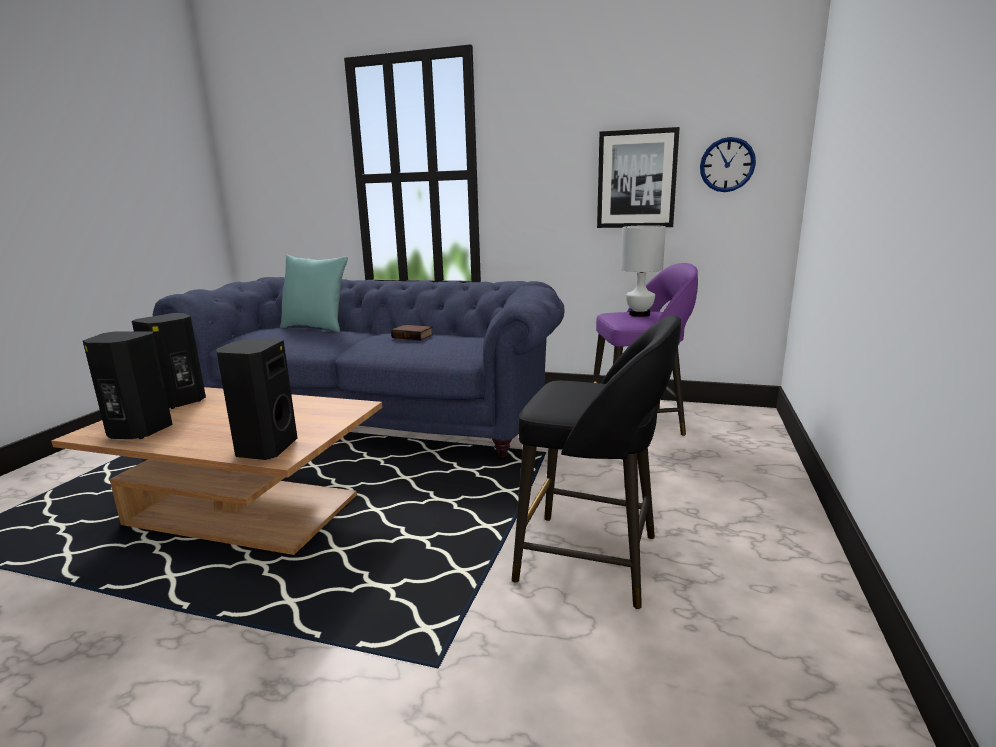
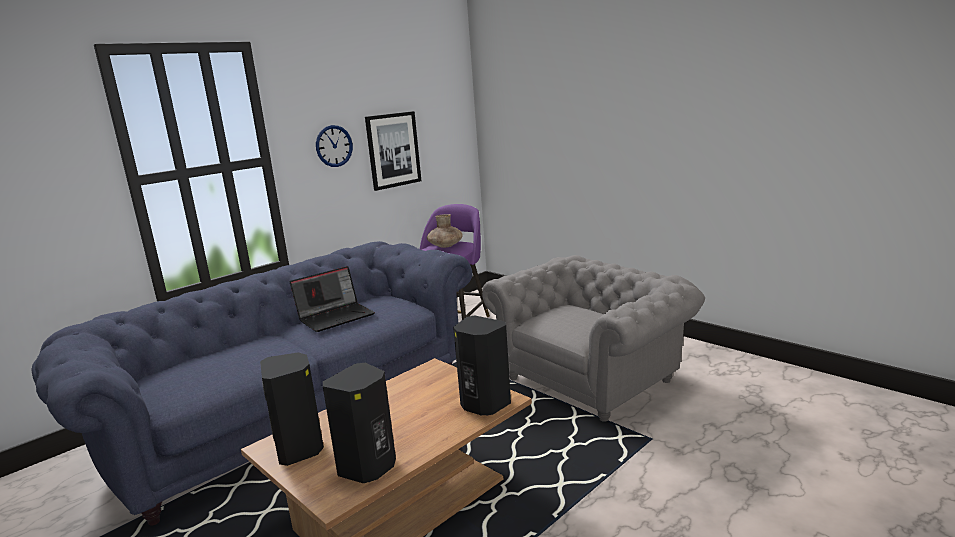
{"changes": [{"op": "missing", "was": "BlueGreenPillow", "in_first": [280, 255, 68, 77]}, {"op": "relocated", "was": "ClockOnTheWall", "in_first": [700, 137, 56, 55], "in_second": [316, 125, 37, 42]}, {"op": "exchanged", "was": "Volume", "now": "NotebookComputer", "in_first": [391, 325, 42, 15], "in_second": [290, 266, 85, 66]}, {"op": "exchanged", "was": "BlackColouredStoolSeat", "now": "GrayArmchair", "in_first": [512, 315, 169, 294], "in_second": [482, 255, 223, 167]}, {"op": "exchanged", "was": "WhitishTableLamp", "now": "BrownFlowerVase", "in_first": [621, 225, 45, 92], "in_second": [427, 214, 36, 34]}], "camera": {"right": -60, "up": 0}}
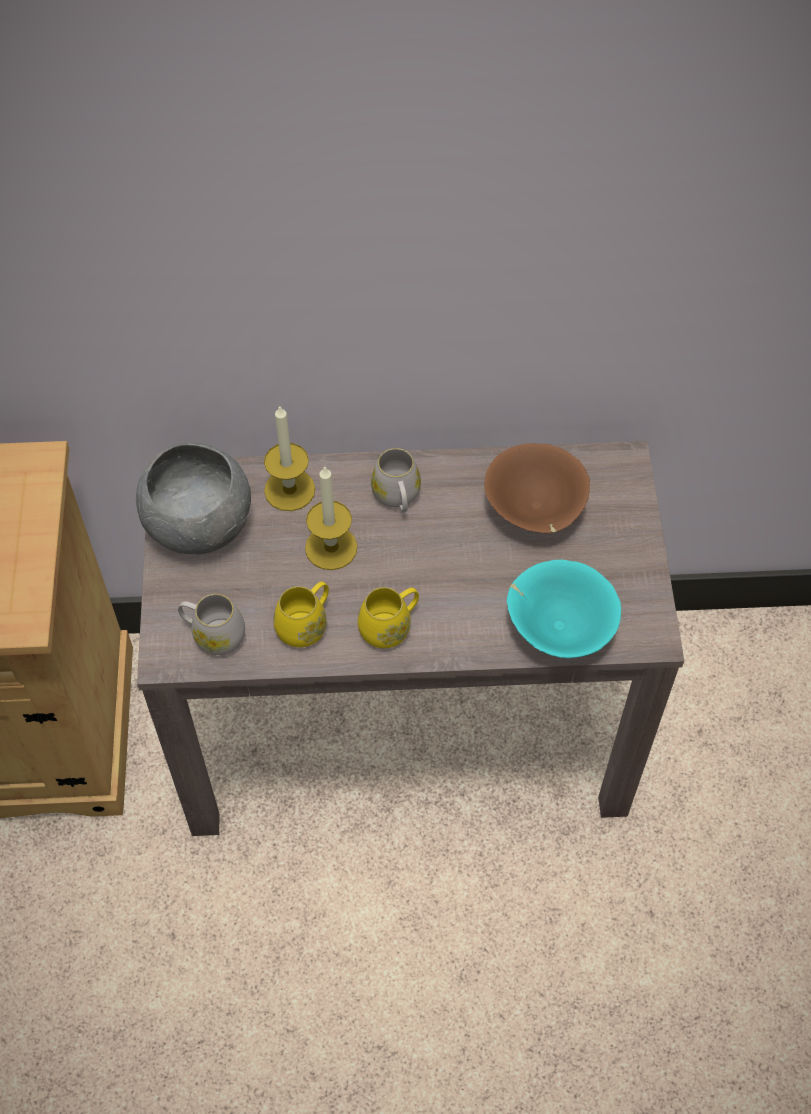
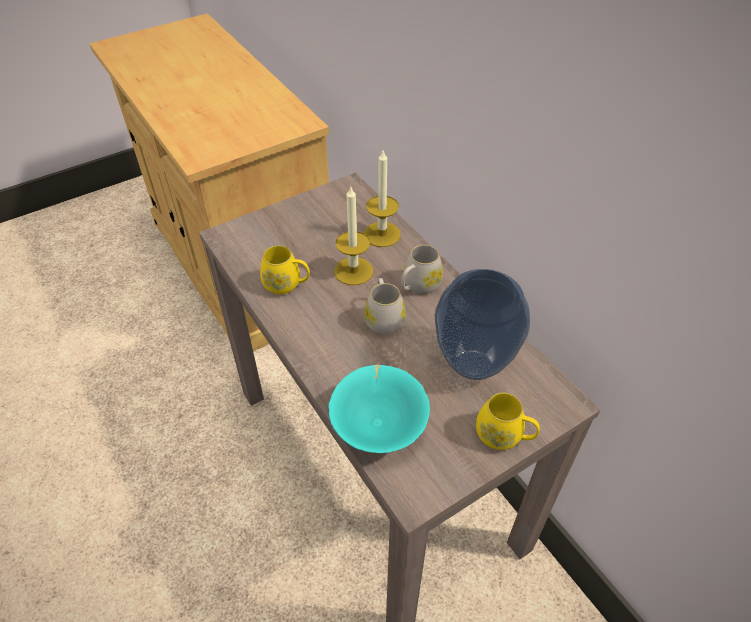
{"changes": [{"op": "missing", "was": "GrayDeepDish", "in_first": [136, 443, 115, 111]}, {"op": "relocated", "was": "WhitishMug", "in_first": [178, 594, 67, 61], "in_second": [364, 278, 42, 56]}, {"op": "relocated", "was": "YellowMug", "in_first": [358, 587, 61, 61], "in_second": [476, 392, 64, 58]}, {"op": "exchanged", "was": "BrownDeepDish", "now": "FlowerVase", "in_first": [485, 443, 105, 90], "in_second": [435, 269, 95, 111]}], "camera": {"right": 60, "up": -10}}
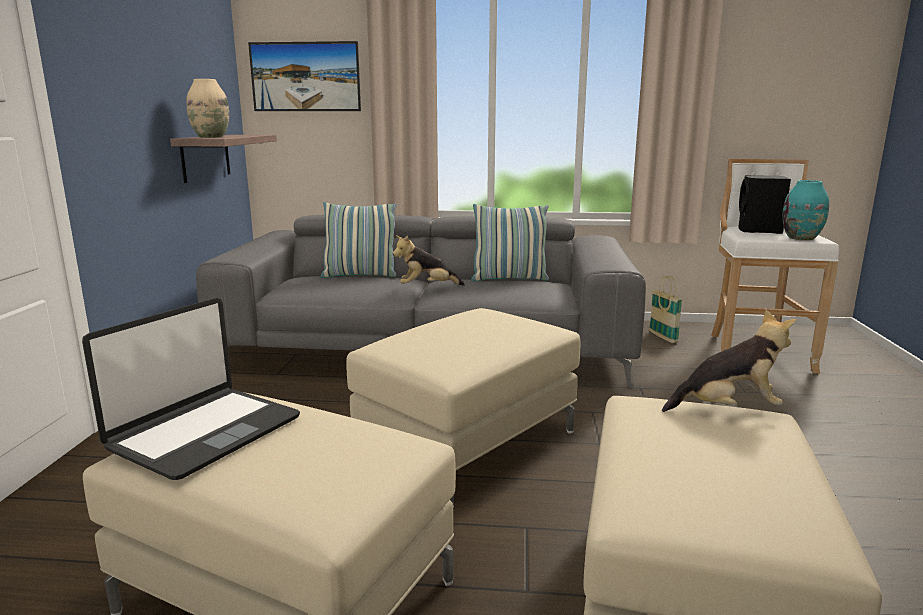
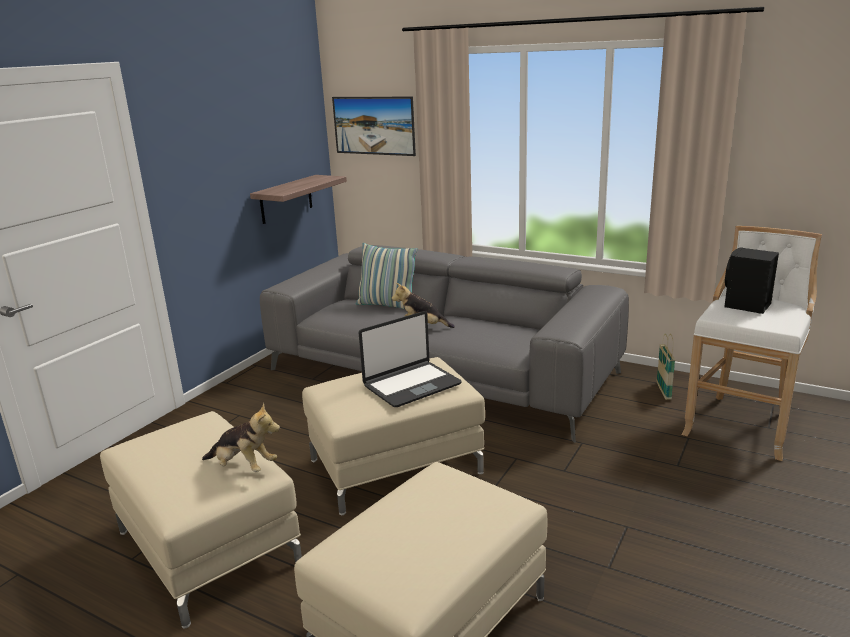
{"changes": [{"op": "missing", "was": "SandColouredFlowerVase", "in_first": [187, 79, 42, 59]}, {"op": "missing", "was": "Pillow", "in_first": [471, 204, 78, 77]}, {"op": "missing", "was": "BlueGreenFlowerVase", "in_first": [782, 180, 47, 60]}, {"op": "relocated", "was": "NotebookComputer", "in_first": [82, 298, 218, 182], "in_second": [359, 311, 103, 96]}, {"op": "relocated", "was": "CuddlyToy", "in_first": [662, 310, 134, 102], "in_second": [202, 403, 78, 69]}], "camera": {"right": 25, "up": 5}}
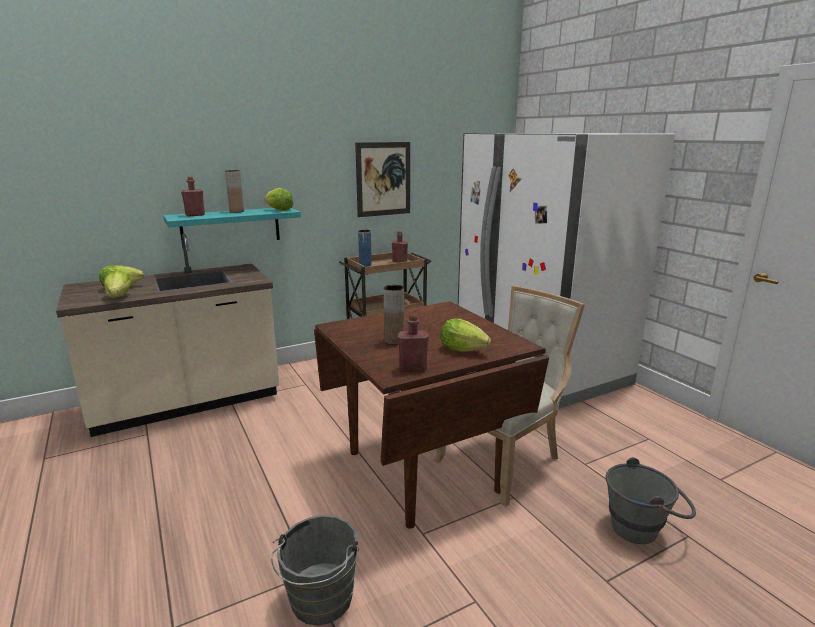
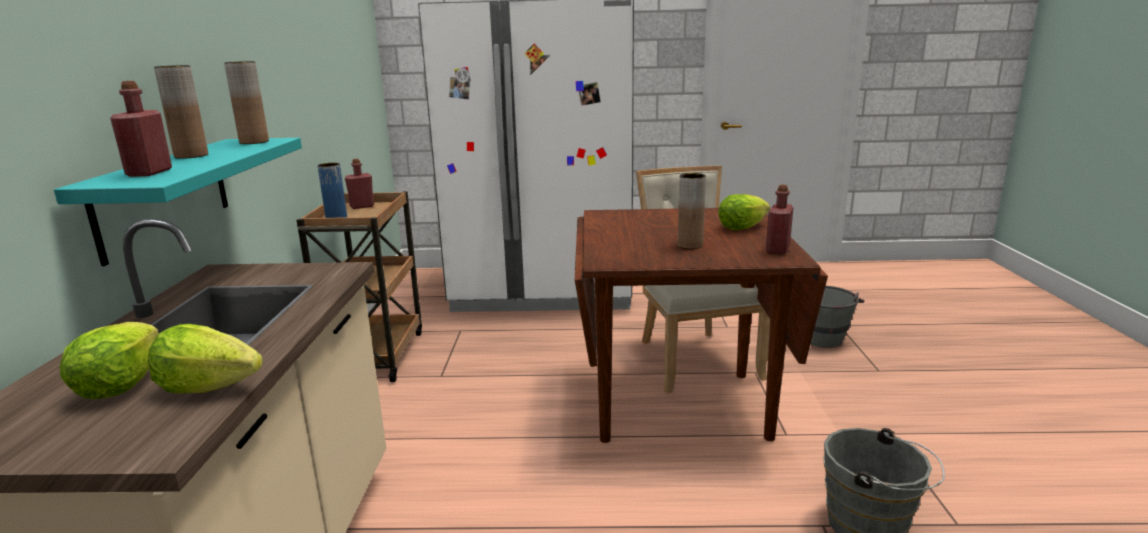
{"changes": [{"op": "missing", "was": "WallPicture", "in_first": [355, 142, 55, 75]}, {"op": "exchanged", "was": "Lettuce", "now": "BrownFlowerVase", "in_first": [264, 188, 29, 23], "in_second": [224, 61, 45, 83]}], "camera": {"right": -60, "up": 0}}
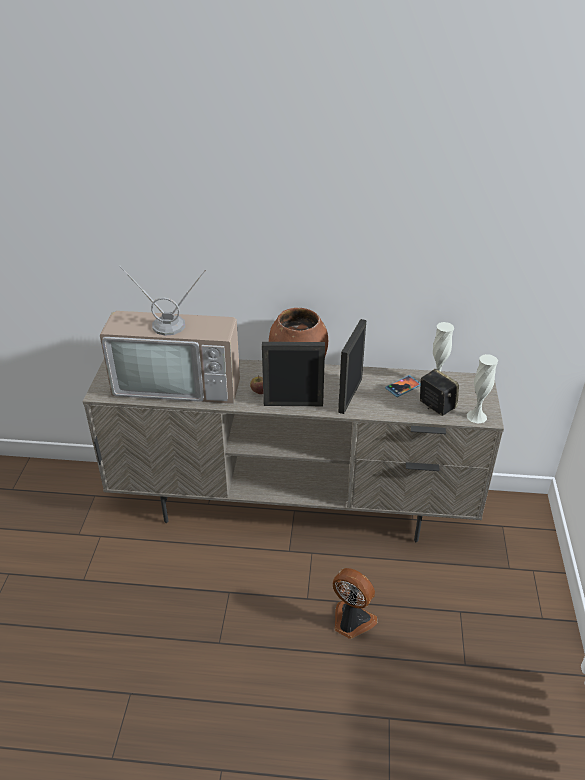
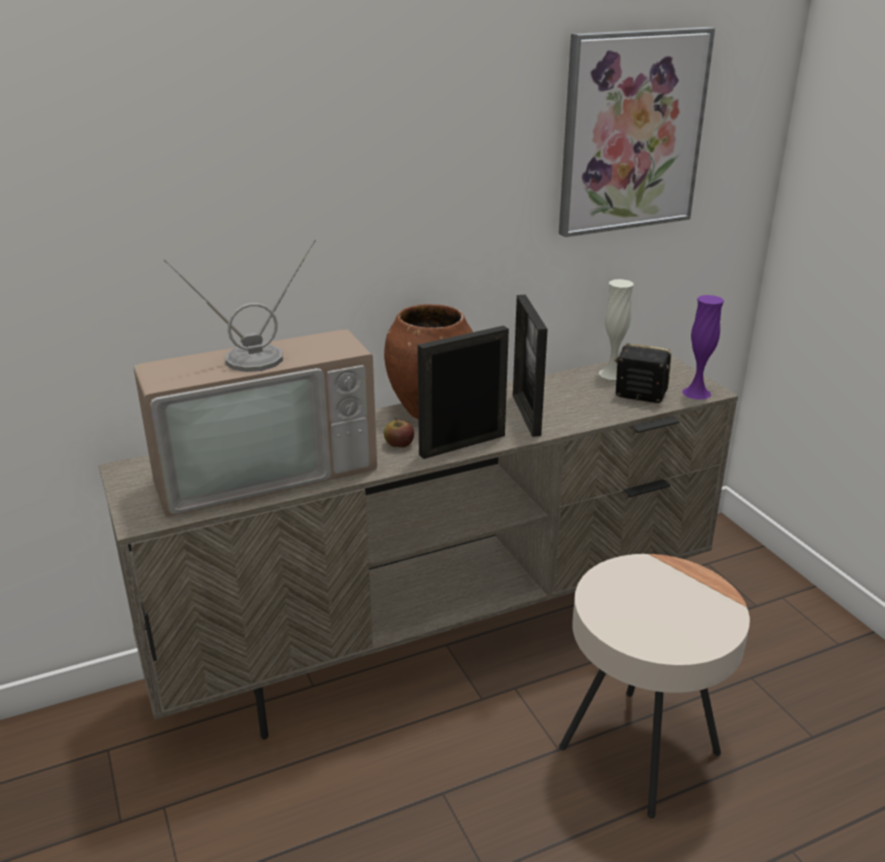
{"changes": [{"op": "missing", "was": "Handset", "in_first": [385, 375, 36, 22]}, {"op": "appeared", "now": "WallPicture", "in_second": [559, 27, 156, 210]}, {"op": "exchanged", "was": "CoolingFan", "now": "SandColouredSideTable", "in_first": [333, 568, 44, 71], "in_second": [559, 554, 191, 264]}, {"op": "colour", "was": "WhitishFlowerVase", "now": "PurpleFlowerVase", "in_first": [467, 354, 31, 69], "in_second": [683, 295, 41, 105]}], "camera": {"right": -30, "up": -10}}
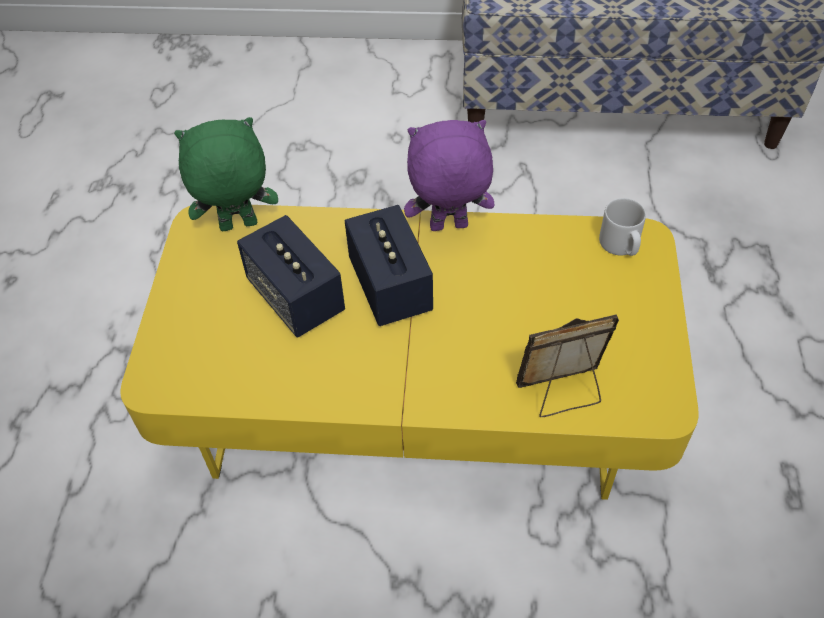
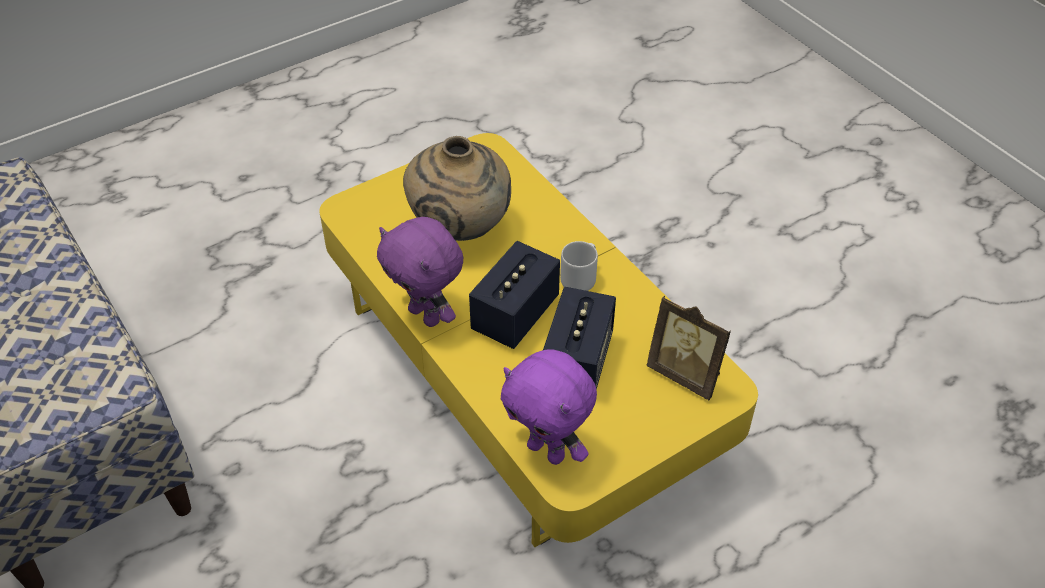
{"changes": [{"op": "appeared", "now": "SandColouredFlowerVase", "in_second": [403, 136, 108, 105]}, {"op": "relocated", "was": "PhotoFrame", "in_first": [516, 314, 103, 103], "in_second": [646, 295, 85, 105]}, {"op": "relocated", "was": "GrayMug", "in_first": [599, 198, 47, 58], "in_second": [560, 241, 38, 50]}, {"op": "colour", "was": "GreenColouredCuddlyToy", "now": "PurpleCuddlyToy", "in_first": [174, 117, 104, 114], "in_second": [501, 349, 96, 116]}], "camera": {"right": -130, "up": -5}}
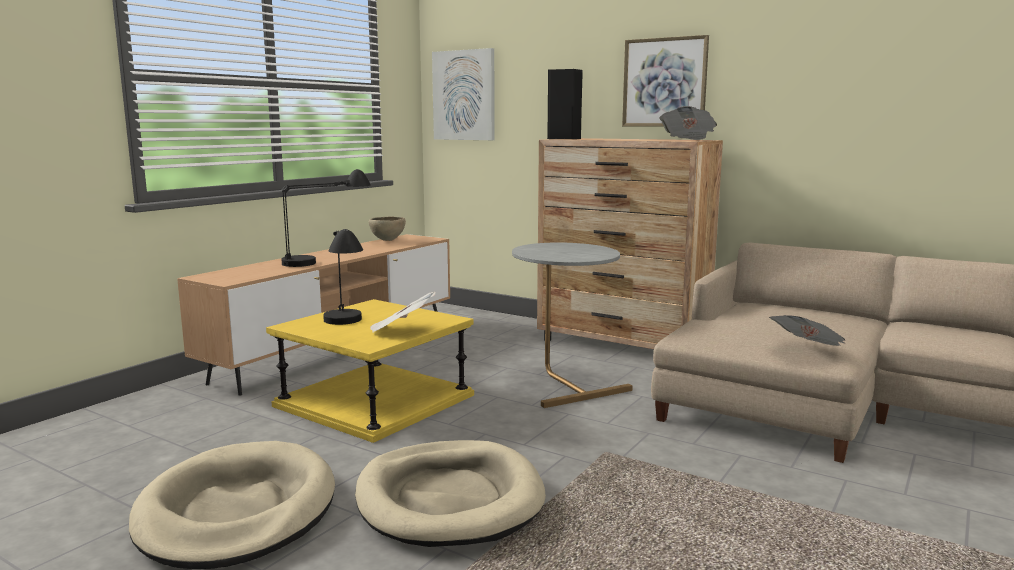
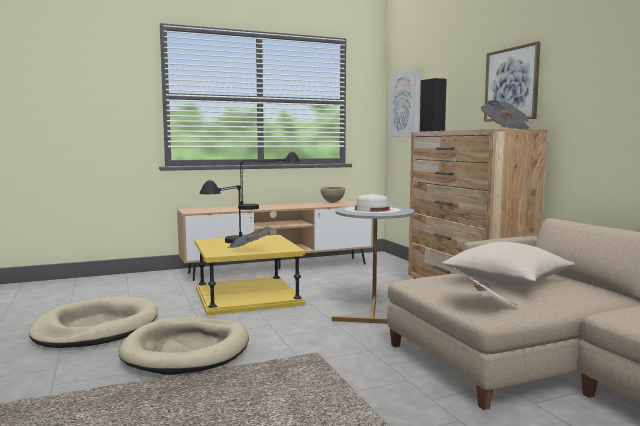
{"changes": [{"op": "appeared", "now": "WhitishHat", "in_second": [344, 194, 57, 20]}, {"op": "appeared", "now": "SandColouredPillow", "in_second": [442, 242, 133, 44]}], "camera": {"right": 35, "up": -5}}
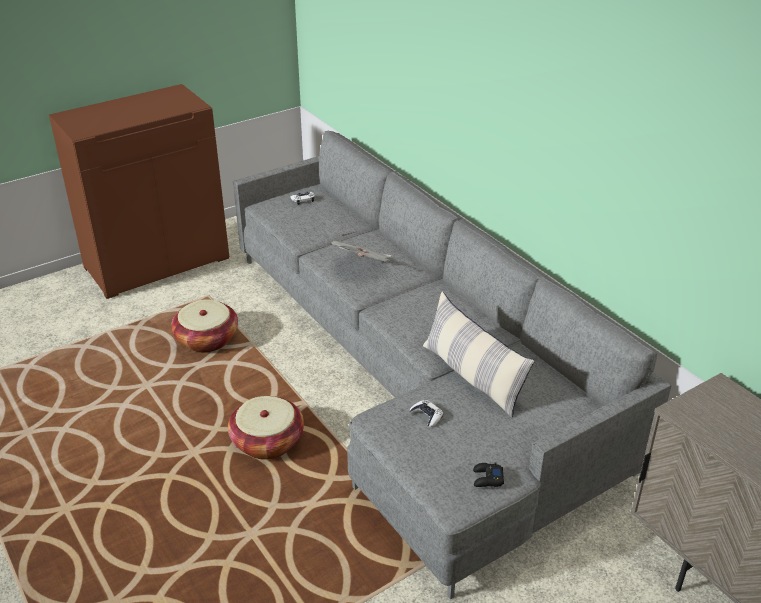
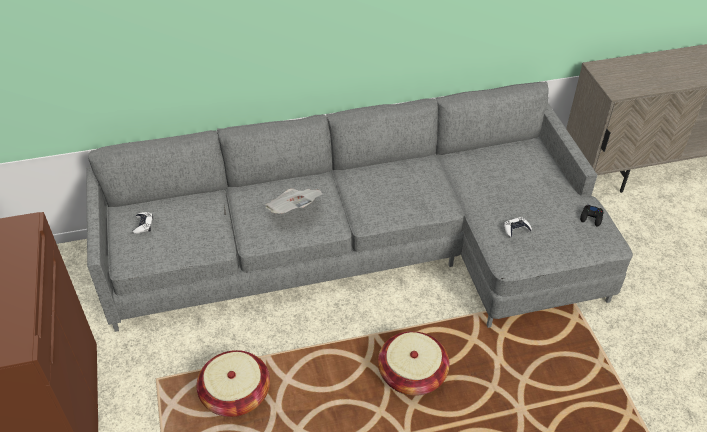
{"changes": [{"op": "missing", "was": "Pillow", "in_first": [423, 291, 112, 127]}], "camera": {"right": -70, "up": 10}}
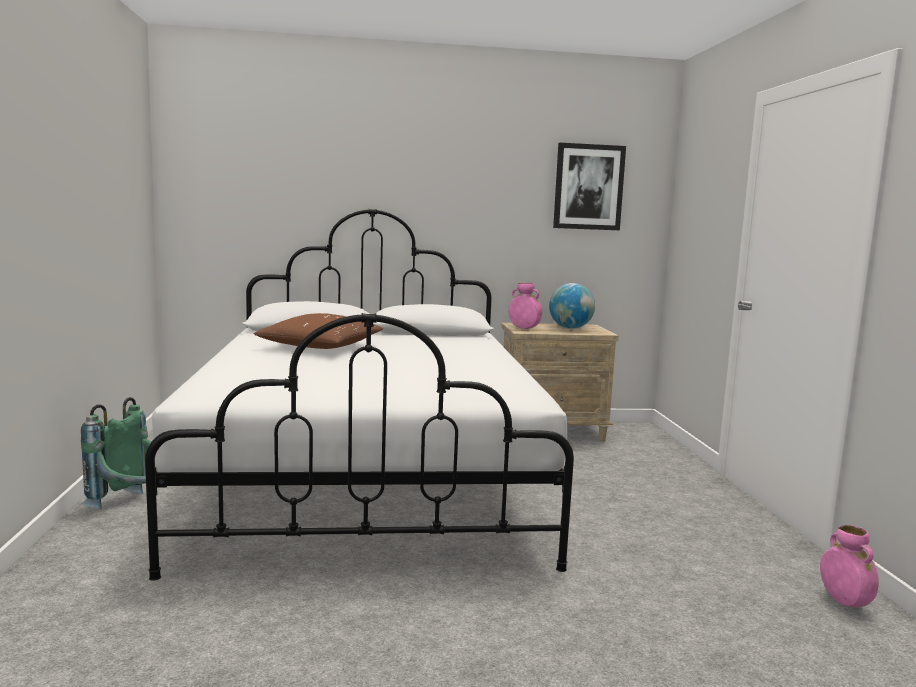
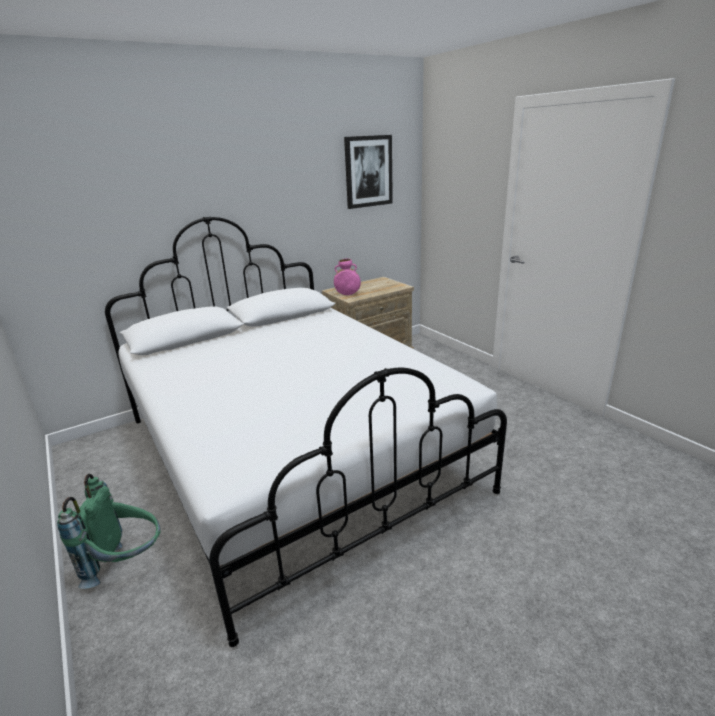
{"changes": [{"op": "missing", "was": "BrownPillow", "in_first": [254, 313, 129, 36]}, {"op": "missing", "was": "WorldGlobe", "in_first": [549, 283, 46, 46]}, {"op": "missing", "was": "PinkColouredFlowerVase", "in_first": [820, 525, 59, 83]}], "camera": {"right": -25, "up": 15}}
